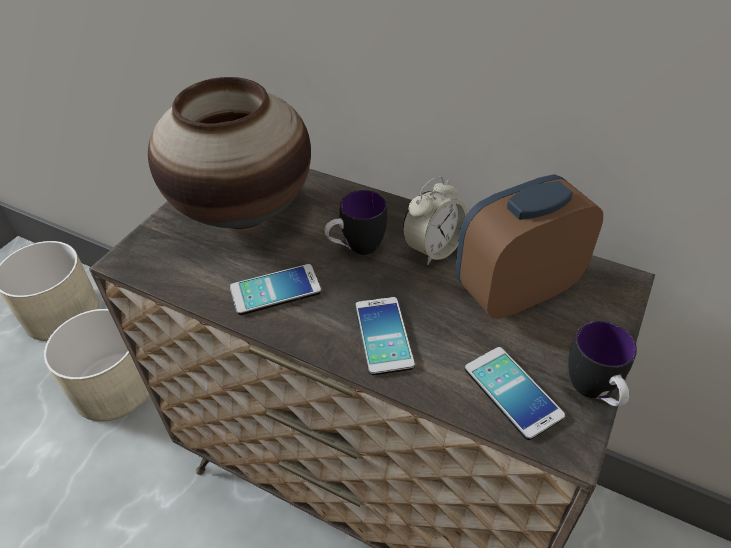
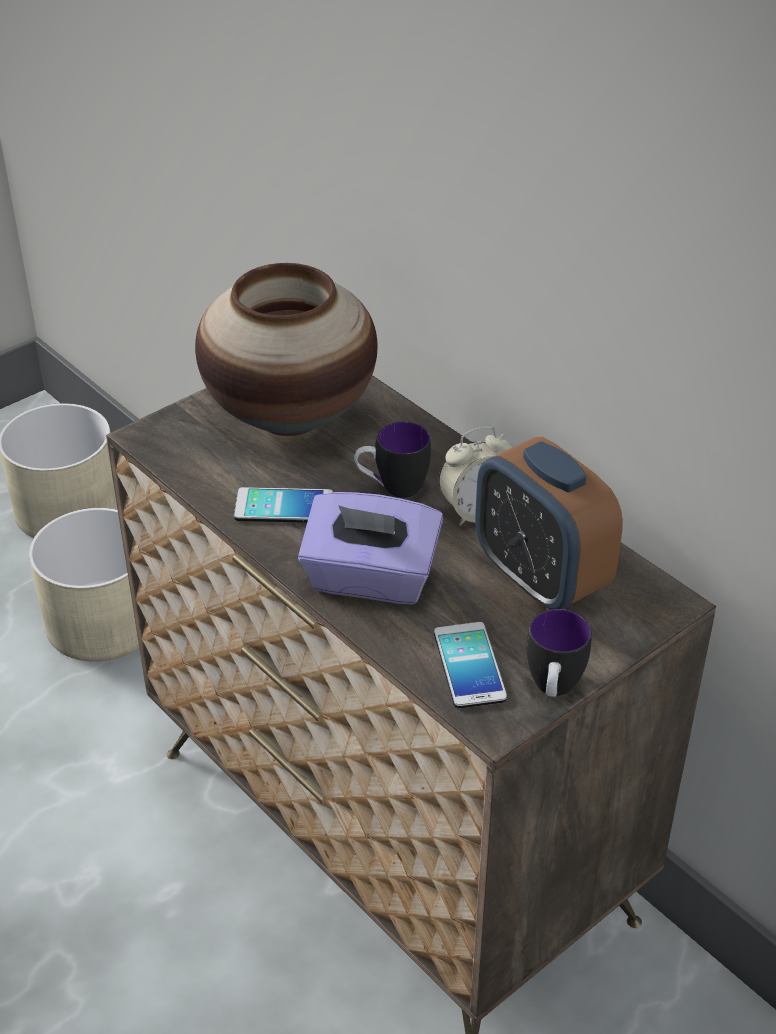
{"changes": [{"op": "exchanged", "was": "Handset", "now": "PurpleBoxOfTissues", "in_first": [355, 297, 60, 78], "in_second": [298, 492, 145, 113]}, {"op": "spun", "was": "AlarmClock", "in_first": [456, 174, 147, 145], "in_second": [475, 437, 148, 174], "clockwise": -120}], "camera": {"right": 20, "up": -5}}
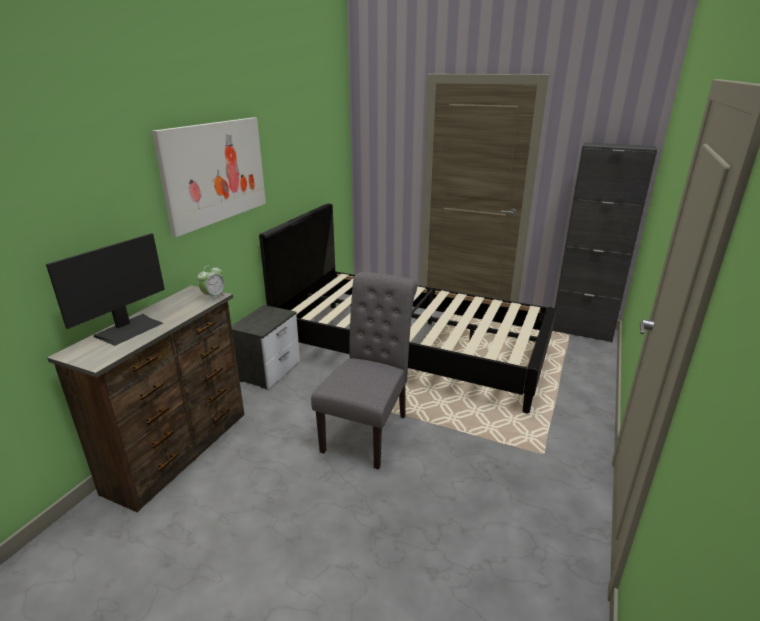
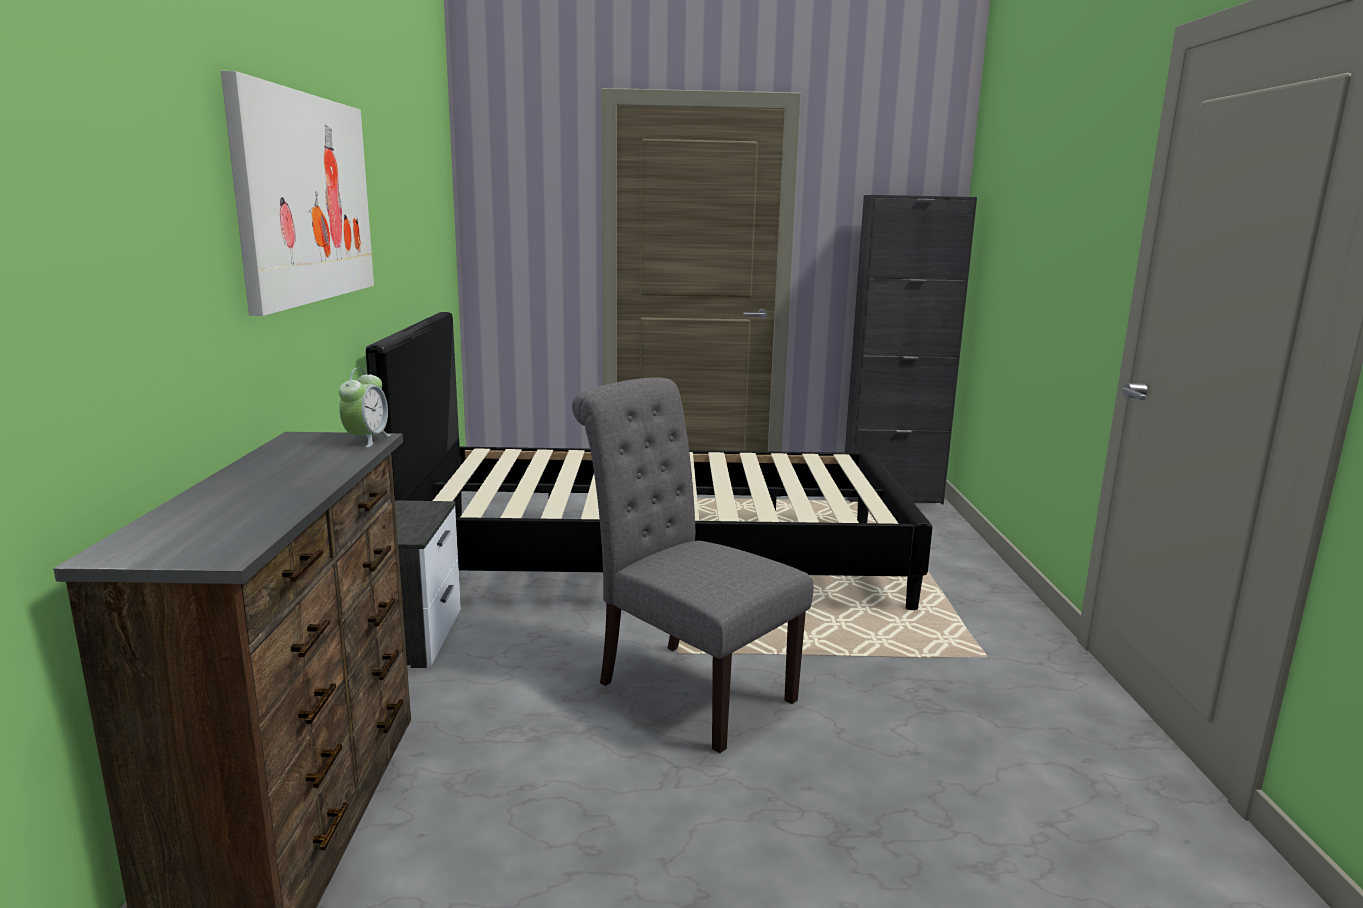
{"changes": [{"op": "missing", "was": "ComputerDisplay", "in_first": [46, 233, 119, 113]}, {"op": "spun", "was": "GrayChair", "in_first": [311, 272, 106, 198], "in_second": [572, 377, 242, 376], "clockwise": -45}], "camera": {"right": -25, "up": -10}}
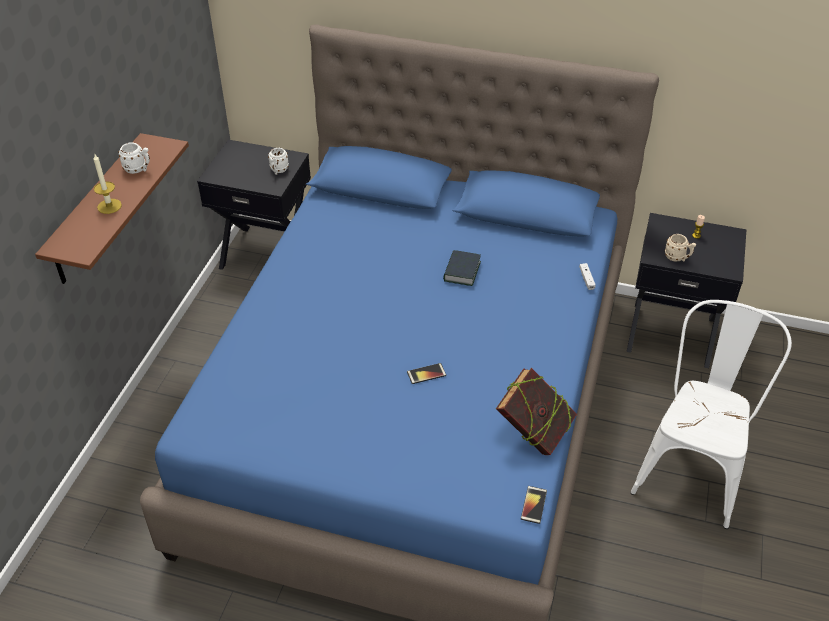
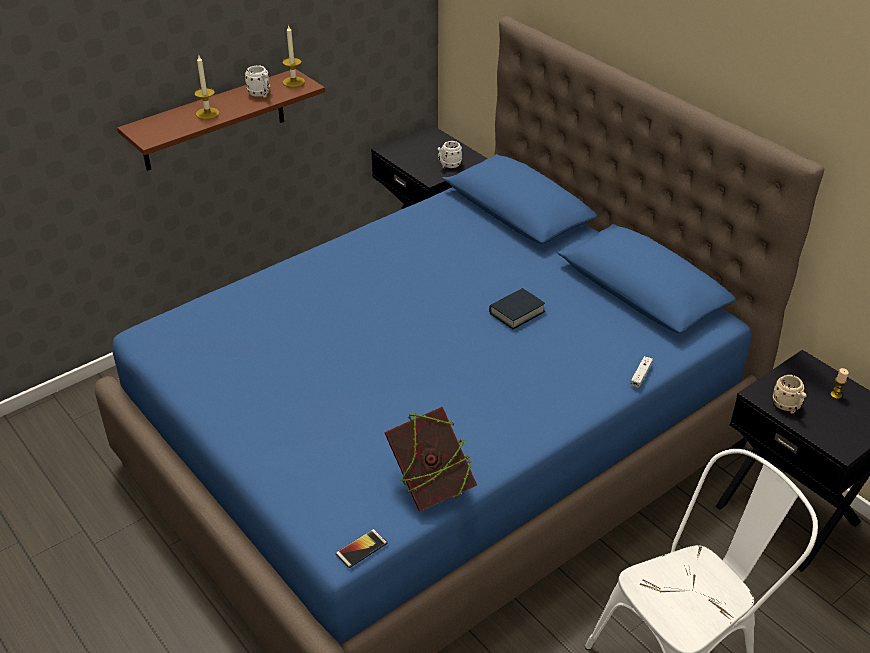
{"changes": [{"op": "missing", "was": "Handset", "in_first": [407, 363, 39, 21]}, {"op": "appeared", "now": "WaxCandle", "in_second": [282, 24, 23, 63]}], "camera": {"right": 35, "up": -5}}
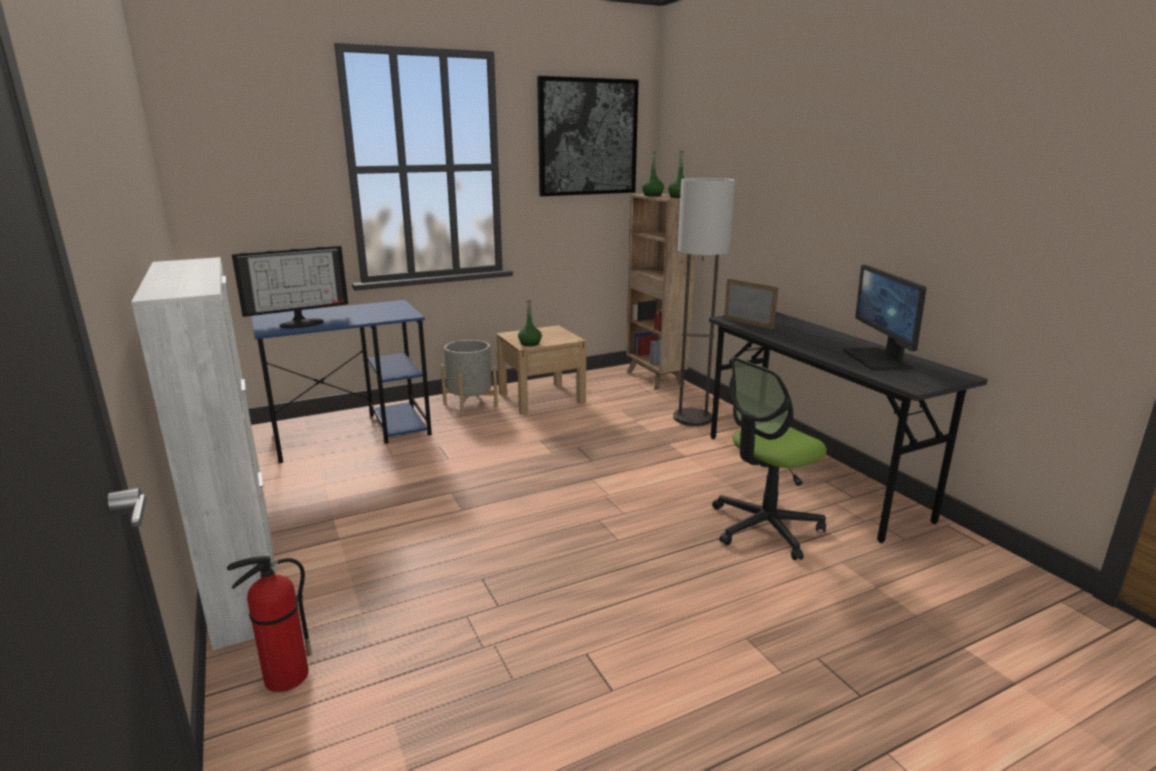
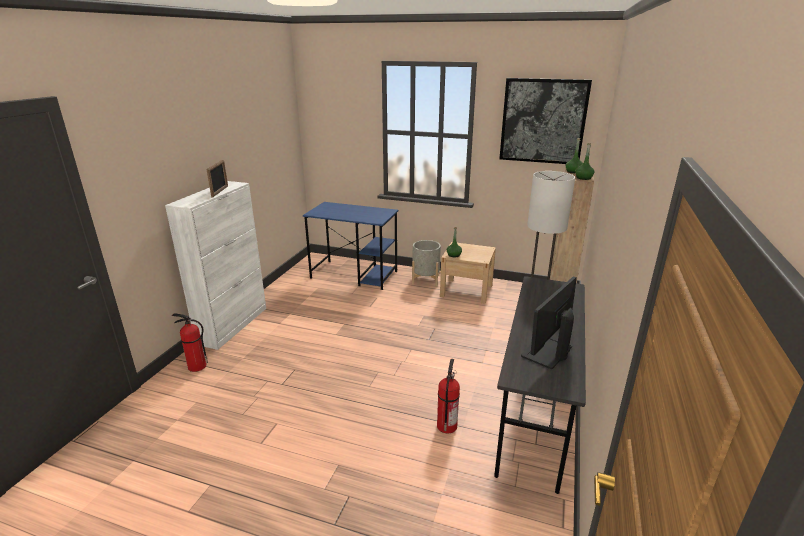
{"changes": [{"op": "missing", "was": "ComputerDisplay", "in_first": [232, 246, 116, 82]}, {"op": "relocated", "was": "PhotoFrame", "in_first": [724, 279, 54, 50], "in_second": [206, 160, 22, 37]}, {"op": "exchanged", "was": "ComputerChair", "now": "Extinguisher", "in_first": [712, 357, 115, 203], "in_second": [437, 359, 23, 75]}], "camera": {"right": 45, "up": 5}}
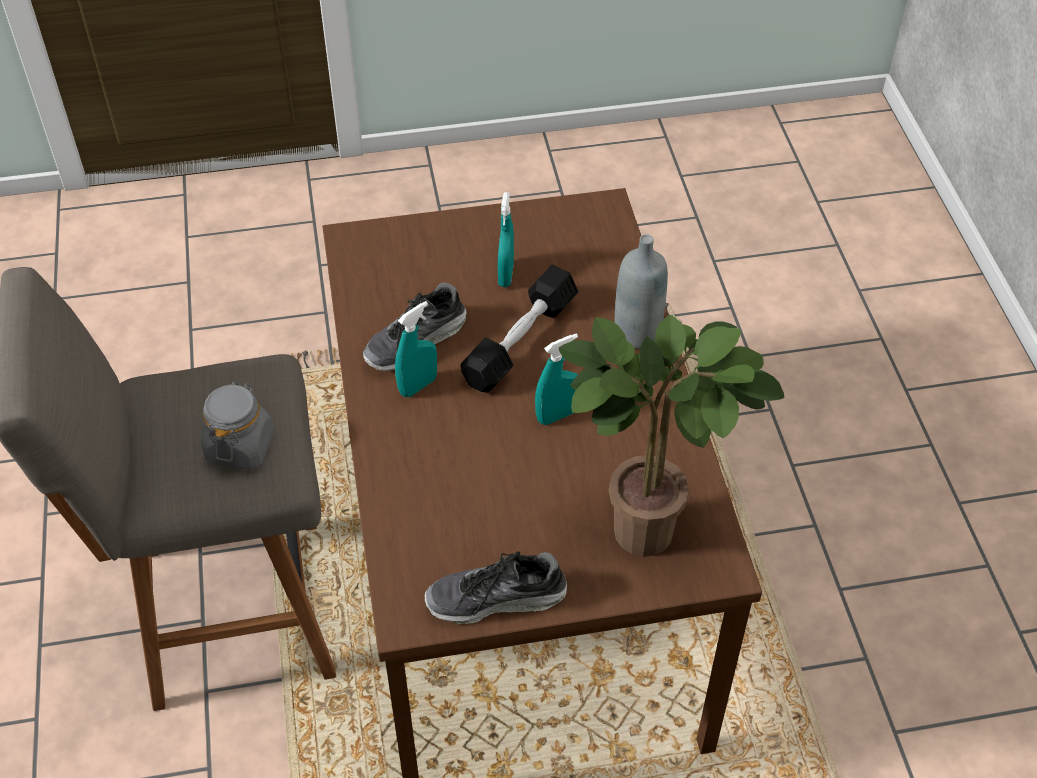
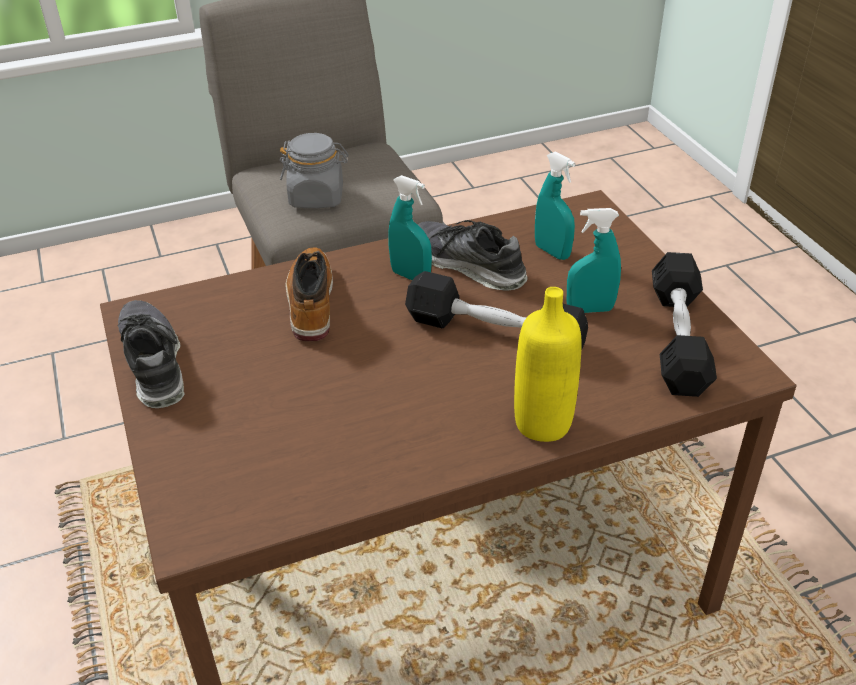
{"changes": [{"op": "missing", "was": "PottedPlant", "in_first": [559, 315, 226, 242]}, {"op": "appeared", "now": "Boot", "in_second": [285, 248, 48, 93]}, {"op": "appeared", "now": "BlackColouredFreeWeight", "in_second": [652, 252, 65, 145]}, {"op": "relocated", "was": "BlueGreenHandSprayer", "in_first": [535, 333, 43, 92], "in_second": [535, 152, 41, 108]}, {"op": "colour", "was": "GrayBottle", "now": "YellowBottle", "in_first": [615, 234, 53, 115], "in_second": [514, 287, 68, 155]}], "camera": {"right": 80, "up": -10}}
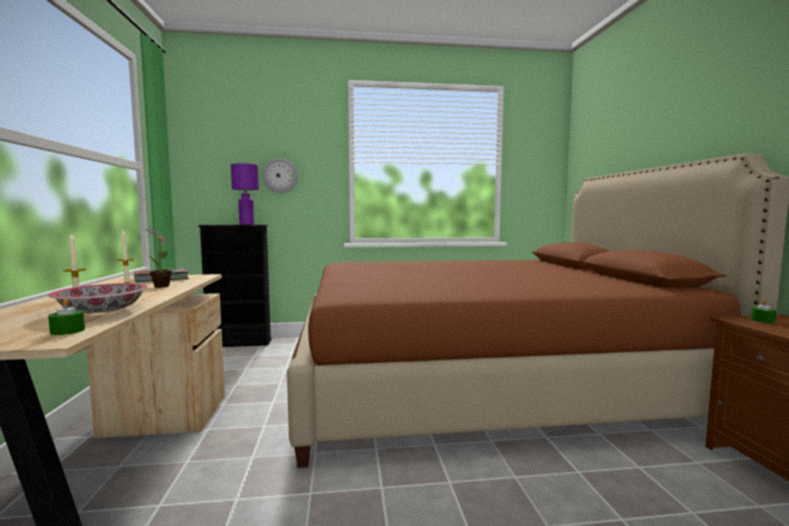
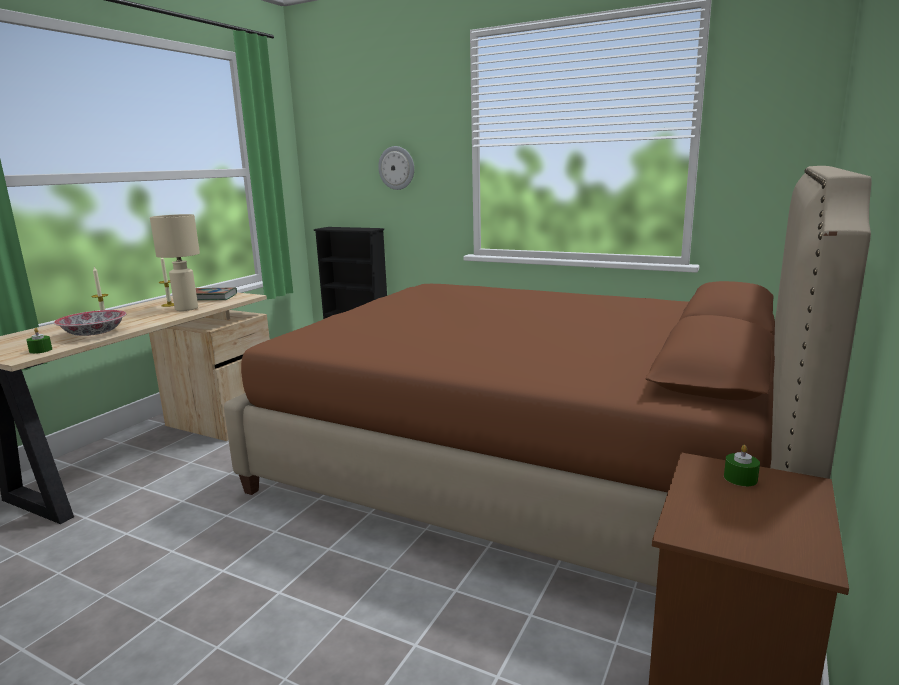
{"changes": [{"op": "missing", "was": "PurpleTableLamp", "in_first": [231, 163, 28, 62]}, {"op": "exchanged", "was": "PottedPlant", "now": "SandColouredTableLamp", "in_first": [145, 225, 31, 63], "in_second": [150, 214, 50, 97]}], "camera": {"right": 35, "up": 10}}
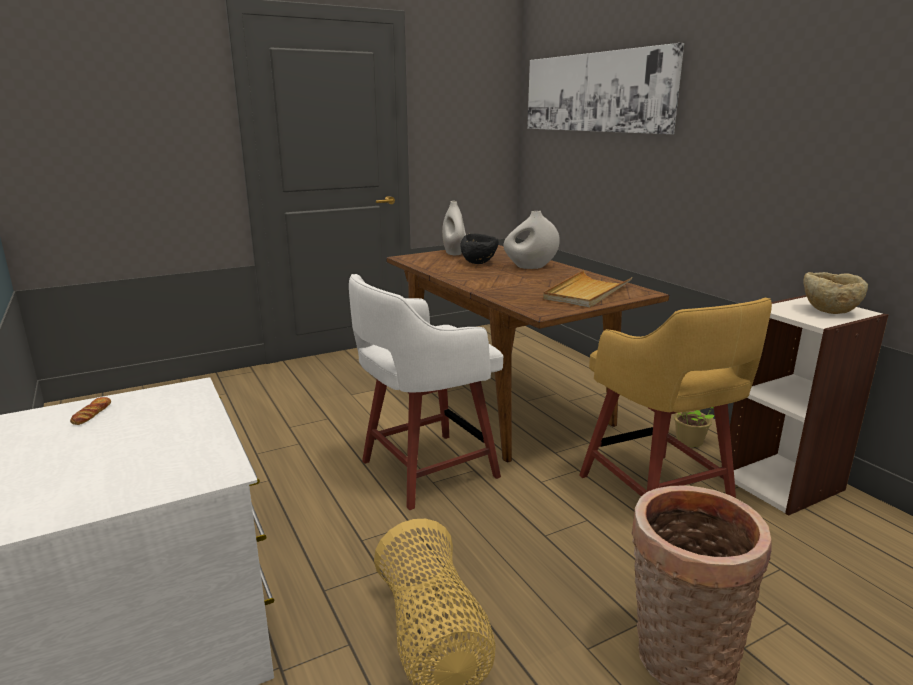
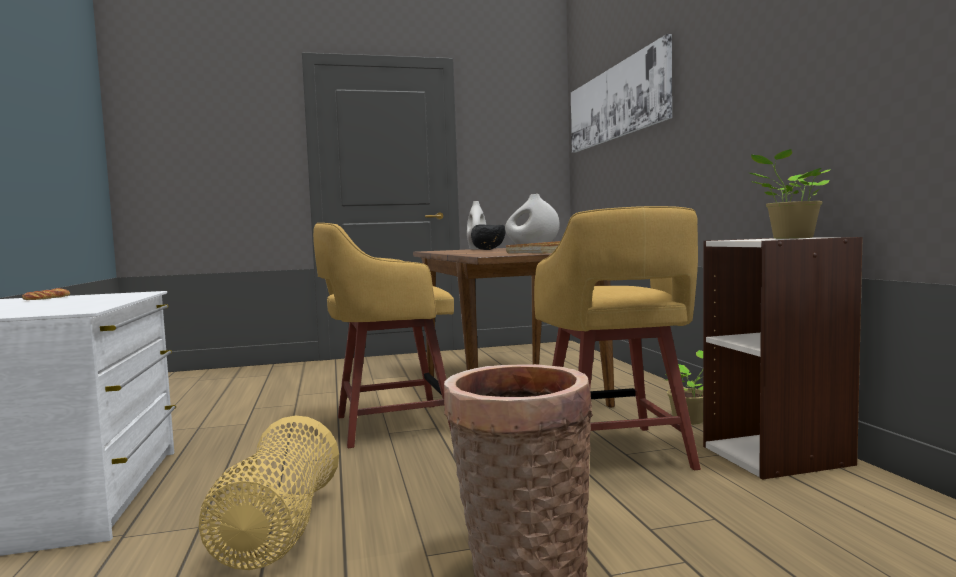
{"changes": [{"op": "exchanged", "was": "SandColouredDeepDish", "now": "PottedPlant", "in_first": [804, 272, 64, 42], "in_second": [750, 149, 81, 90]}, {"op": "colour", "was": "WhitishStoolSeat", "now": "YellowStoolSeat", "in_first": [349, 274, 154, 236], "in_second": [313, 223, 141, 225]}], "camera": {"right": 15, "up": -15}}
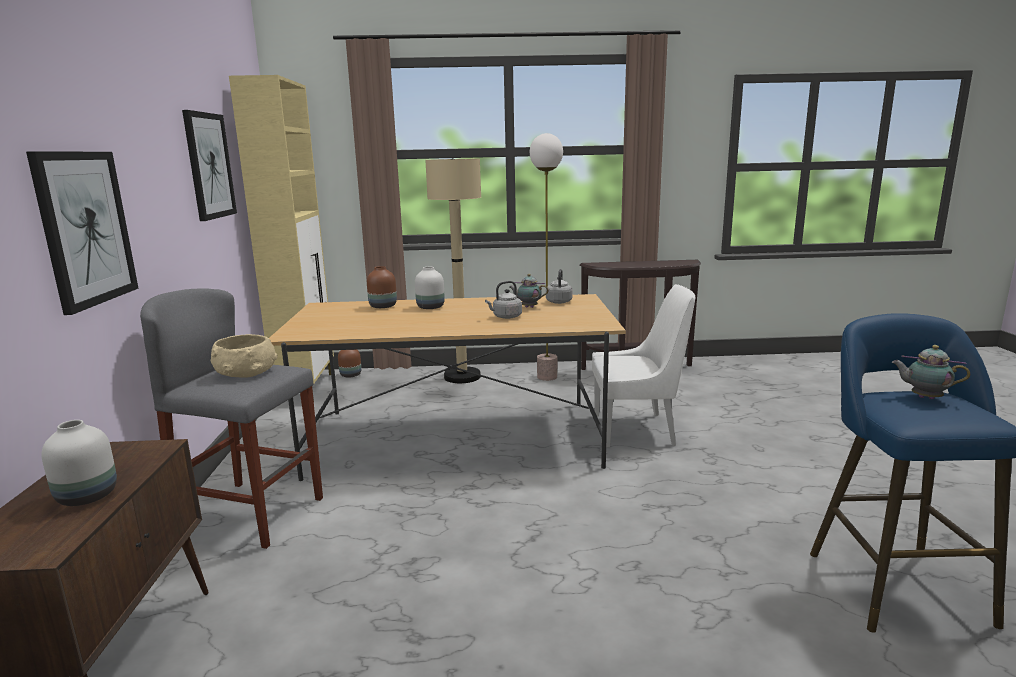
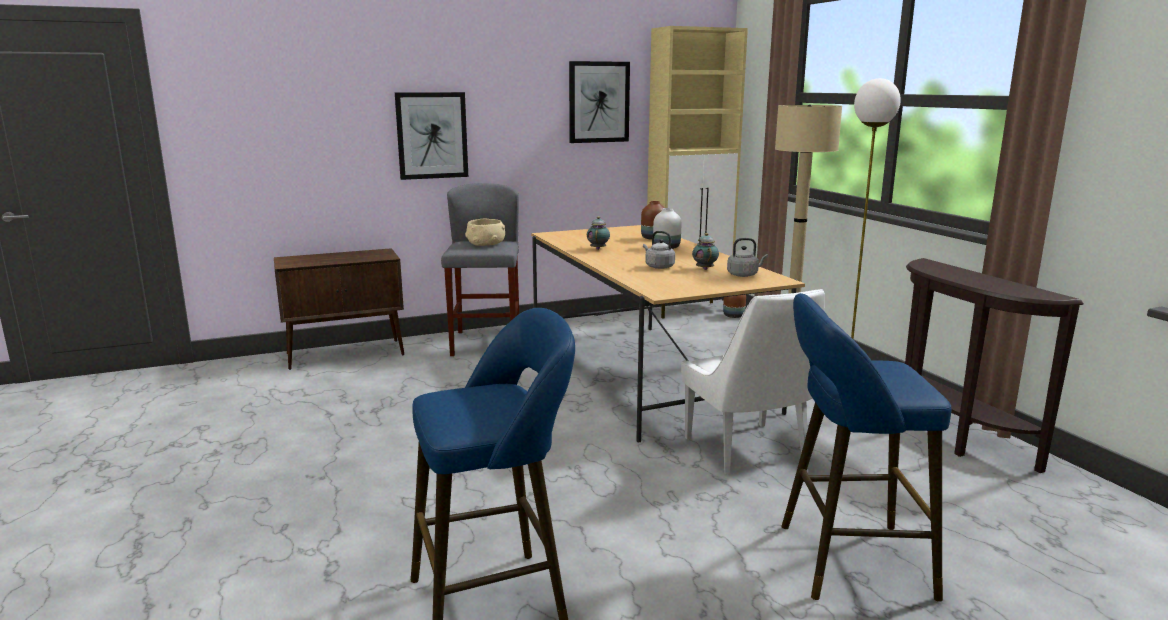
{"changes": [{"op": "missing", "was": "WhitishFlowerVase", "in_first": [41, 420, 76, 86]}, {"op": "appeared", "now": "BluishStoolSeat", "in_second": [781, 293, 170, 309]}, {"op": "relocated", "was": "Teapot", "in_first": [892, 345, 78, 54], "in_second": [587, 216, 23, 34]}], "camera": {"right": 70, "up": 0}}
